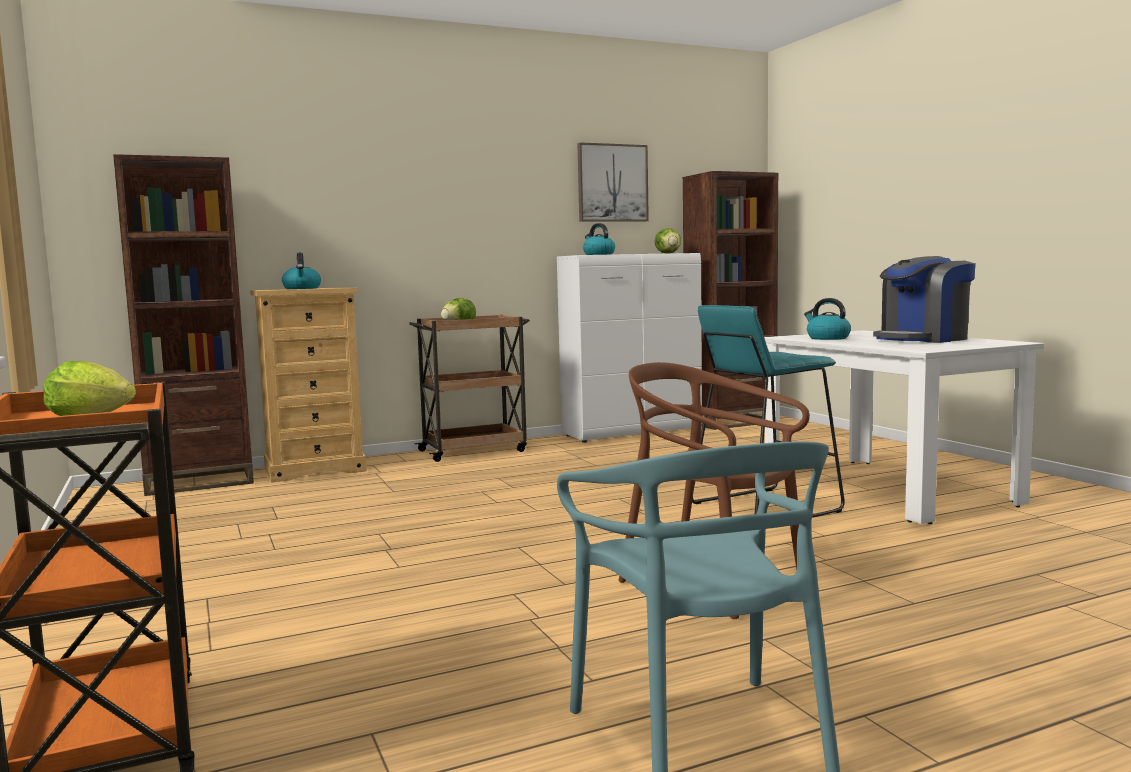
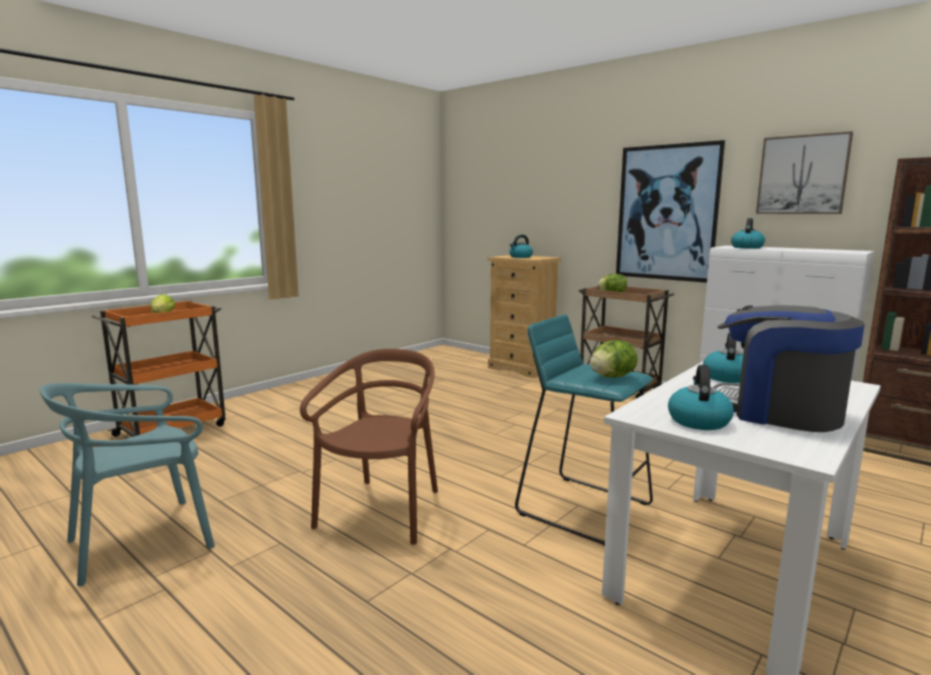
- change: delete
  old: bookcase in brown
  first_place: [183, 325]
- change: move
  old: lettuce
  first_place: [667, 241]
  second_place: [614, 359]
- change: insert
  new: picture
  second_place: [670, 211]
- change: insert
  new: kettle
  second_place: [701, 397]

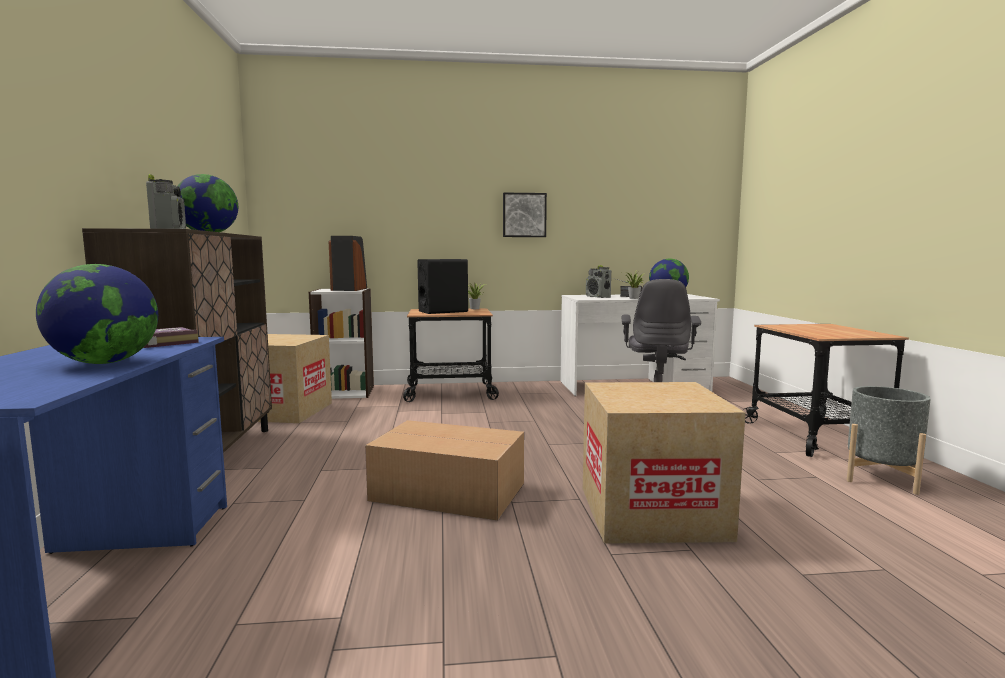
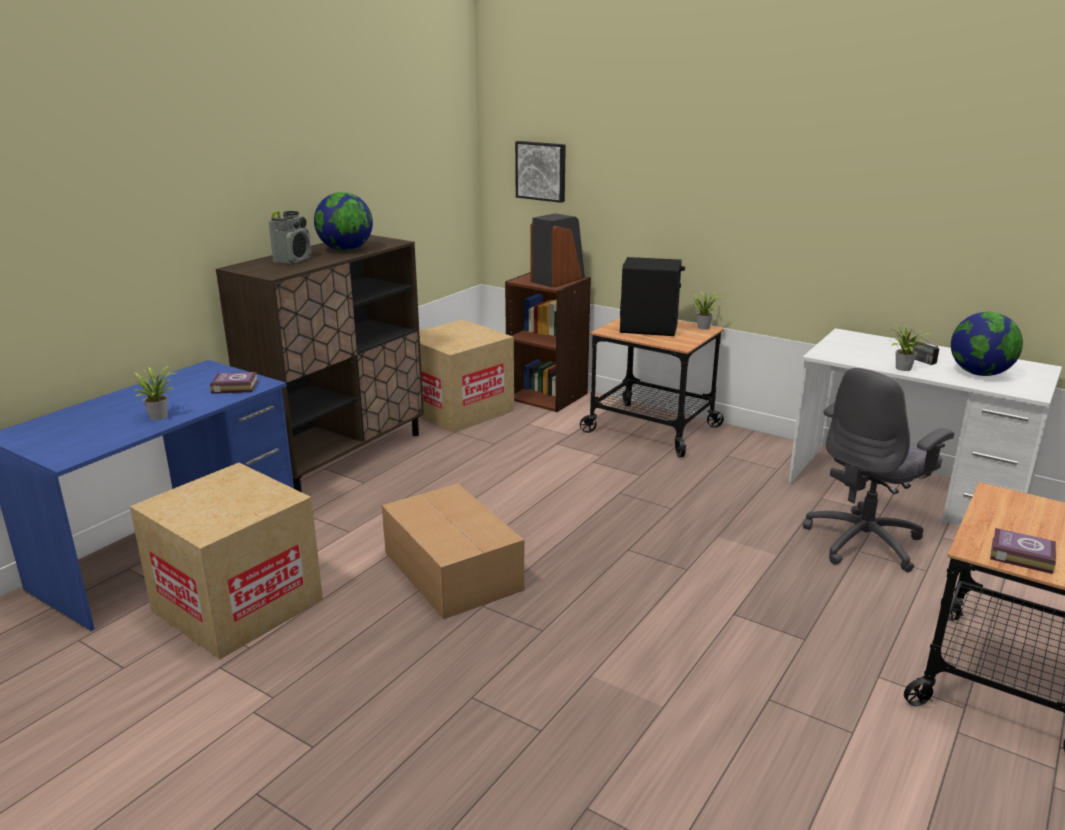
- change: replace
  old: globe
  new: potted plant
  first_place: [97, 314]
  second_place: [153, 393]
- change: recolor
  old: bookcase in white
  new: bookcase in brown
  first_place: [341, 343]
  second_place: [548, 342]
- change: move
  old: picture
  first_place: [525, 215]
  second_place: [540, 172]
- change: move
  old: cardboard box
  first_place: [664, 463]
  second_place: [226, 561]
- change: delete
  old: radio
  first_place: [598, 281]
- change: delete
  old: planter in grey
  first_place: [889, 440]
- change: insert
  new: book
  second_place: [1023, 551]

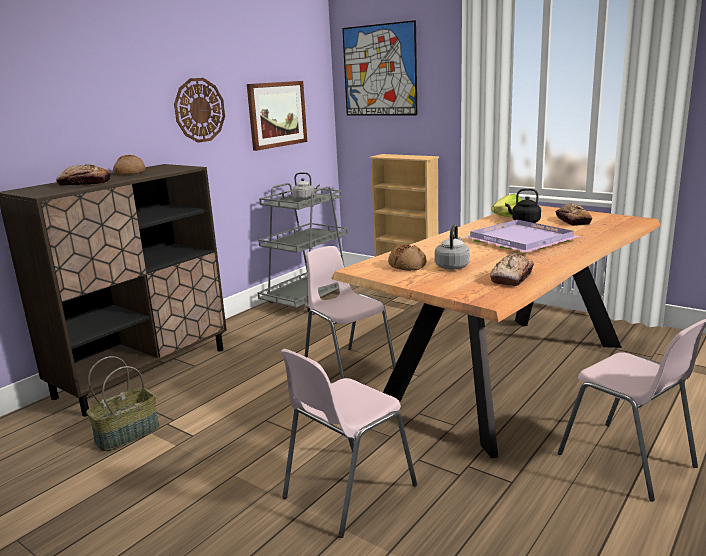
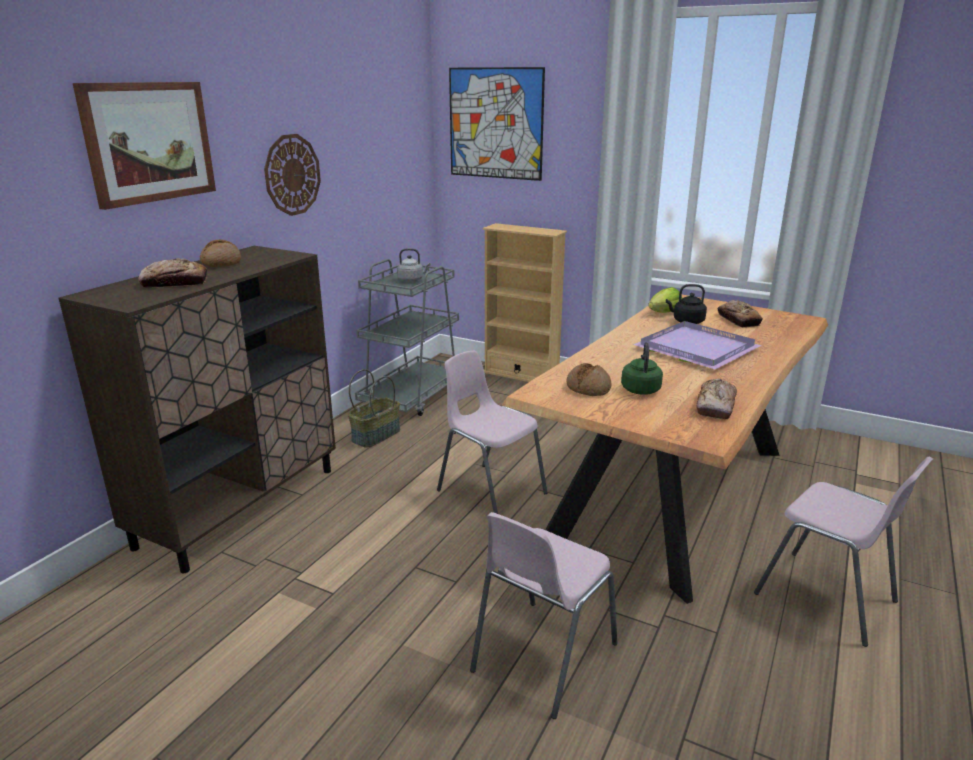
- change: move
  old: basket
  first_place: [123, 403]
  second_place: [374, 408]
- change: move
  old: picture
  first_place: [277, 116]
  second_place: [144, 146]
- change: recolor
  old: kettle in grey
  new: kettle in green
  first_place: [452, 247]
  second_place: [642, 368]

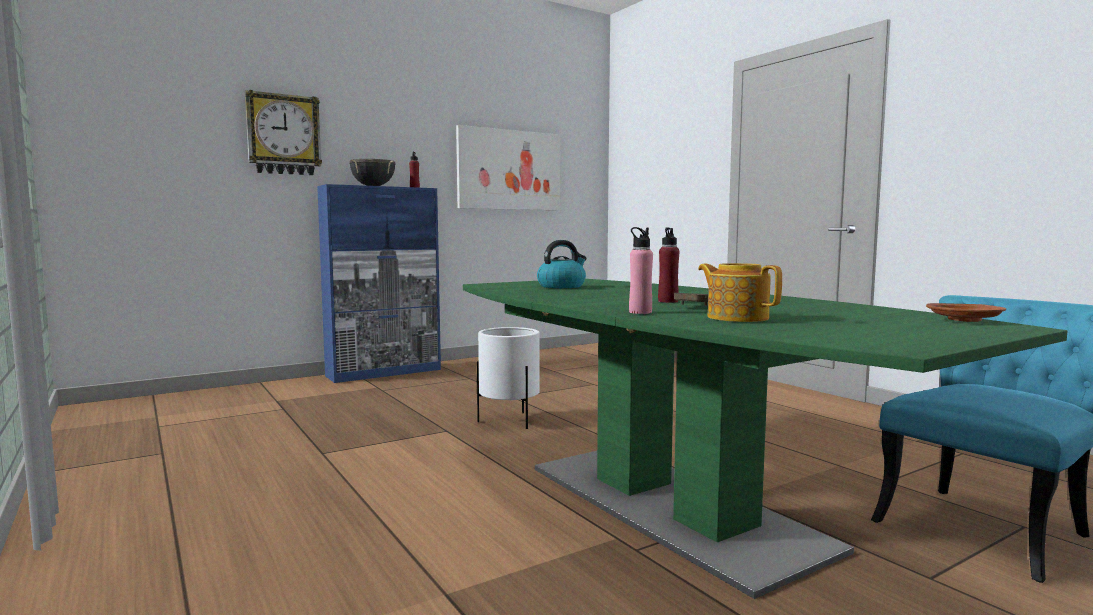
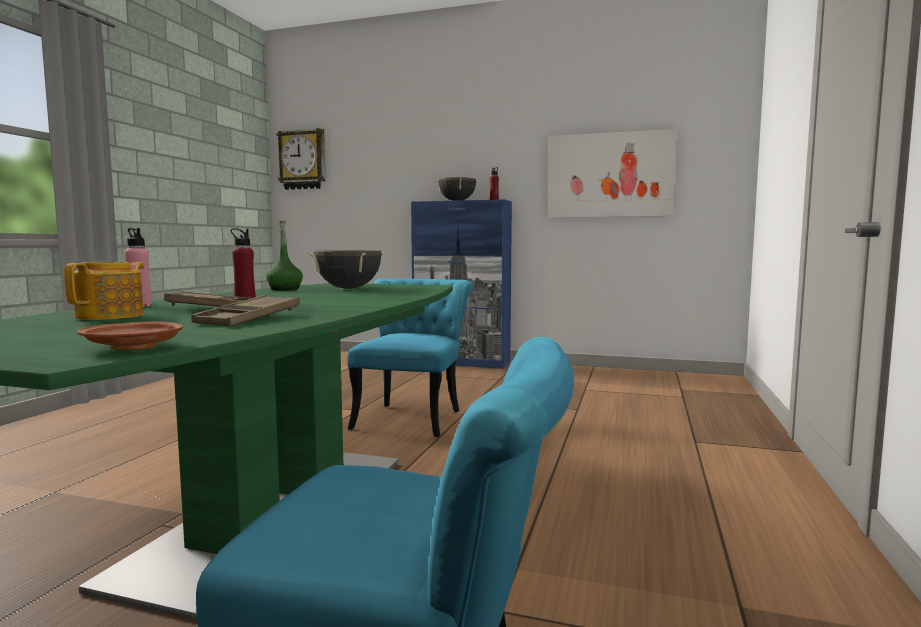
- change: move
  old: wall clock
  first_place: [283, 132]
  second_place: [301, 159]
- change: replace
  old: planter in white
  new: chair in turquoise
  first_place: [508, 378]
  second_place: [410, 358]
- change: replace
  old: kettle
  new: cooking pot in black
  first_place: [562, 264]
  second_place: [346, 269]
- change: insert
  new: tray in brown
  second_place: [245, 310]
- change: insert
  new: bottle in green
  second_place: [284, 255]

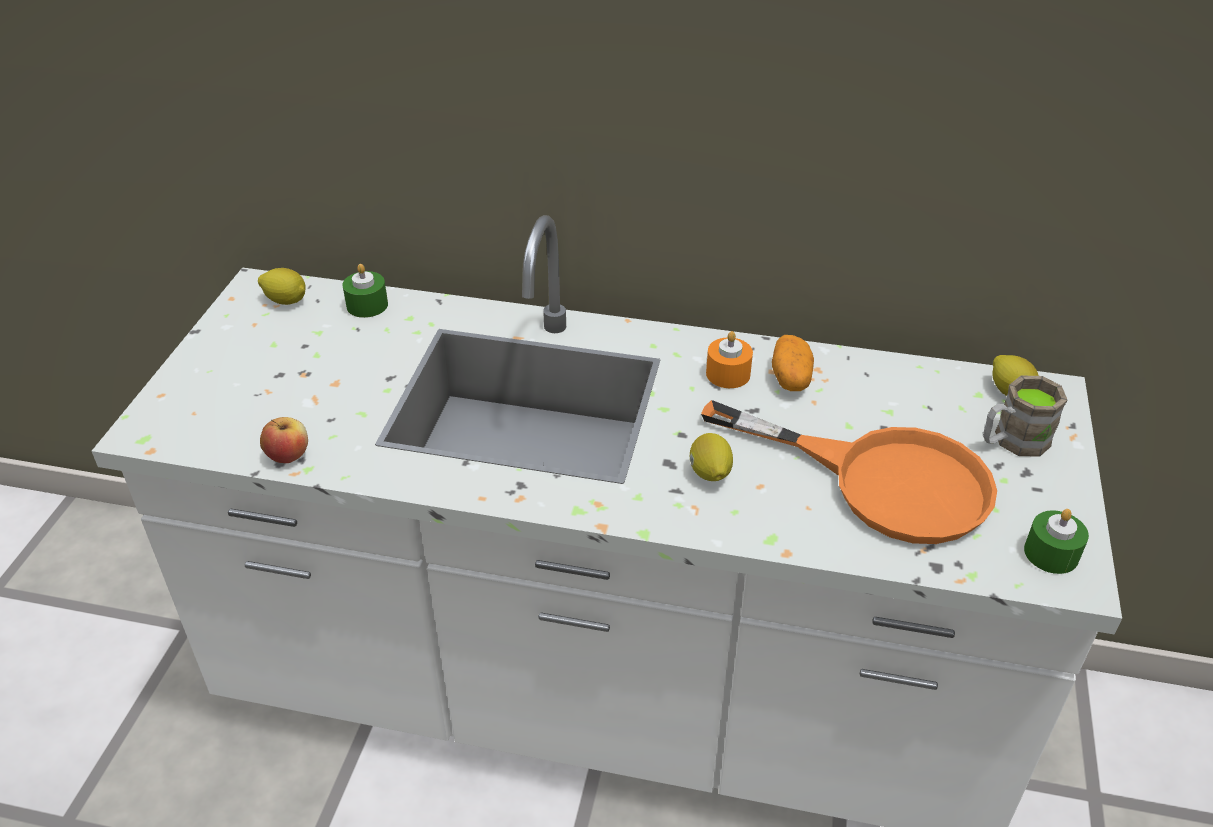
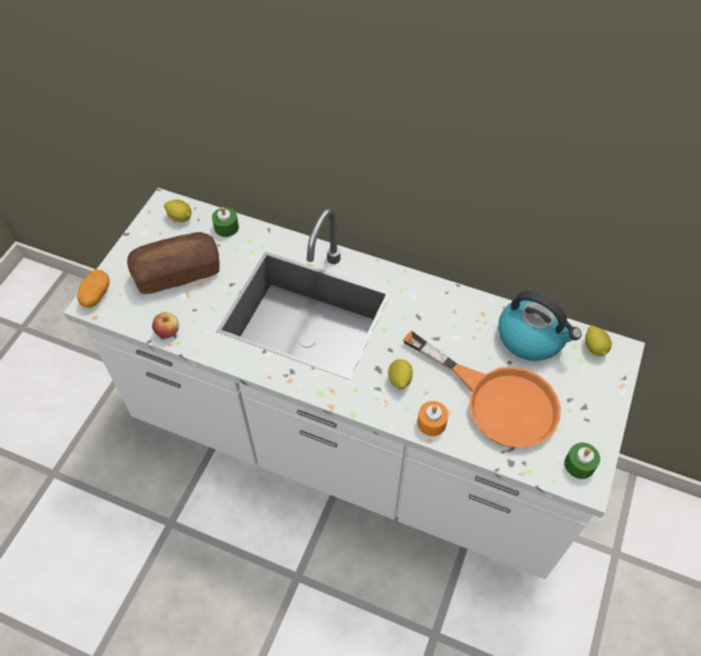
- change: move
  old: candle in orange
  first_place: [729, 359]
  second_place: [432, 418]
- change: move
  old: potato
  first_place: [793, 363]
  second_place: [93, 288]
- change: delete
  old: mug in brown
  first_place: [1025, 416]
- change: insert
  new: bread
  second_place: [173, 263]
- change: insert
  new: kettle
  second_place: [540, 326]

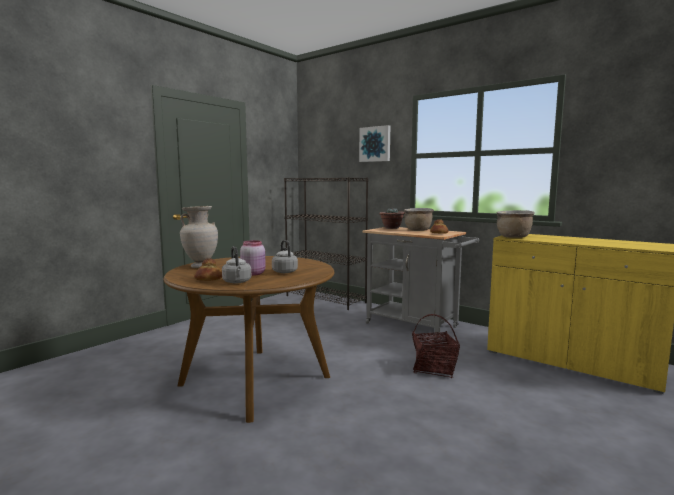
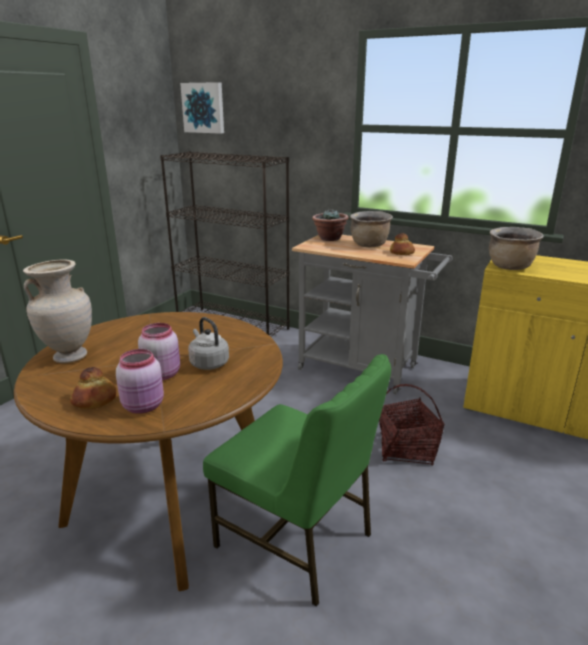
- change: replace
  old: kettle in grey
  new: jar in pink
  first_place: [236, 265]
  second_place: [140, 381]
- change: move
  old: picture
  first_place: [374, 143]
  second_place: [202, 108]
- change: insert
  new: chair in green
  second_place: [297, 480]

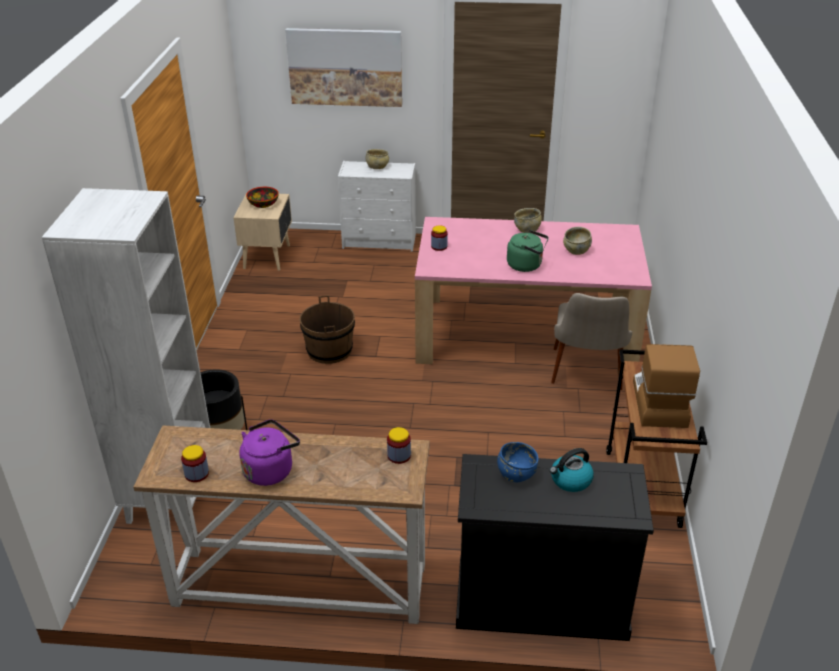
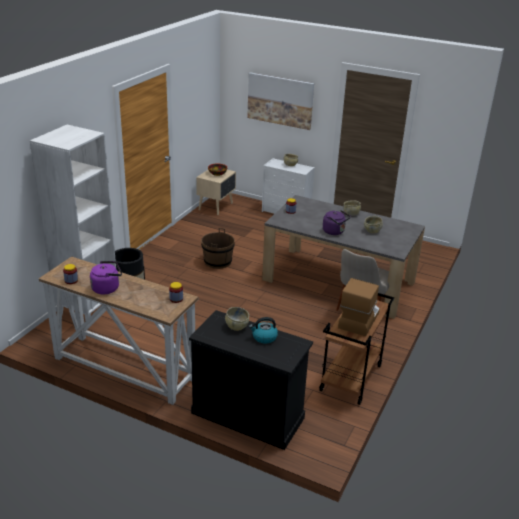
- change: recolor
  old: dining table in pink
  new: dining table in grey
  first_place: [533, 294]
  second_place: [343, 257]
- change: recolor
  old: bowl in blue
  new: bowl in beige
  first_place: [517, 462]
  second_place: [237, 319]
- change: recolor
  old: kettle in green
  new: kettle in purple
  first_place: [528, 251]
  second_place: [337, 222]

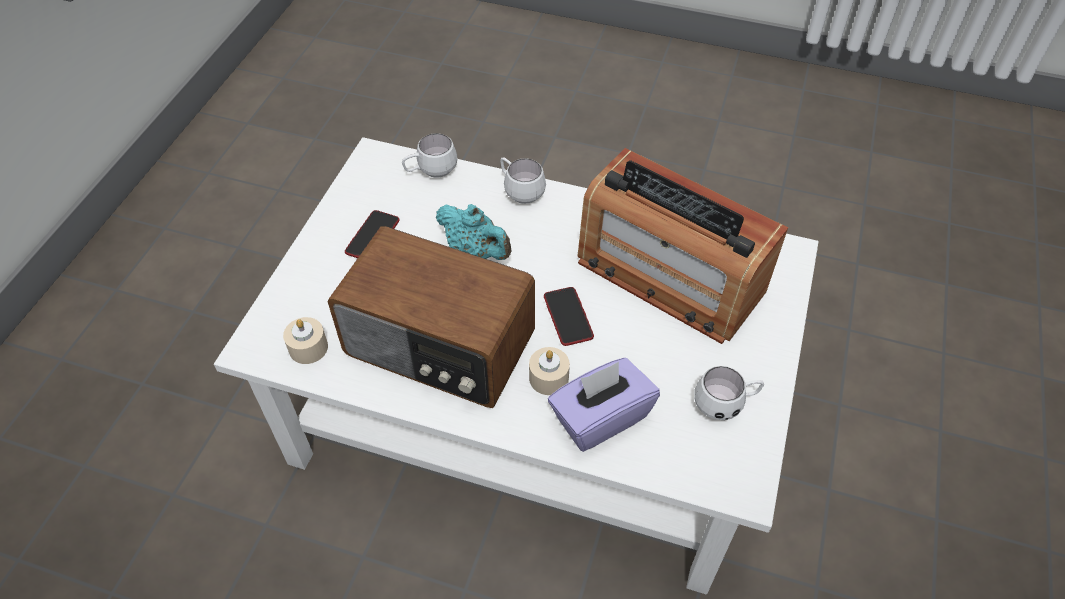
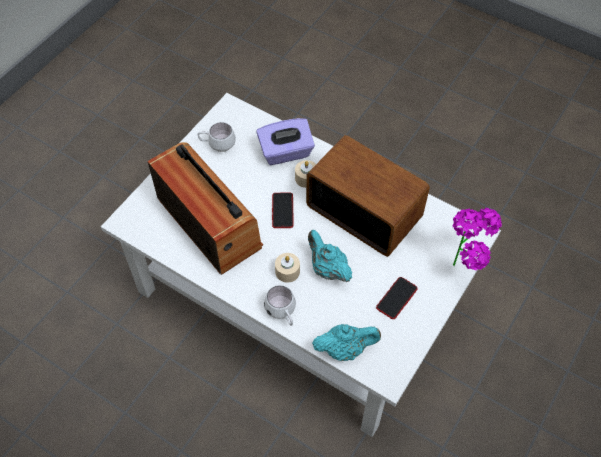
- change: move
  old: candle in beige
  first_place: [305, 340]
  second_place: [287, 268]
- change: replace
  old: mug in white
  new: teapot in turquoise
  first_place: [429, 155]
  second_place: [346, 342]
- change: insert
  new: potted plant
  second_place: [477, 239]

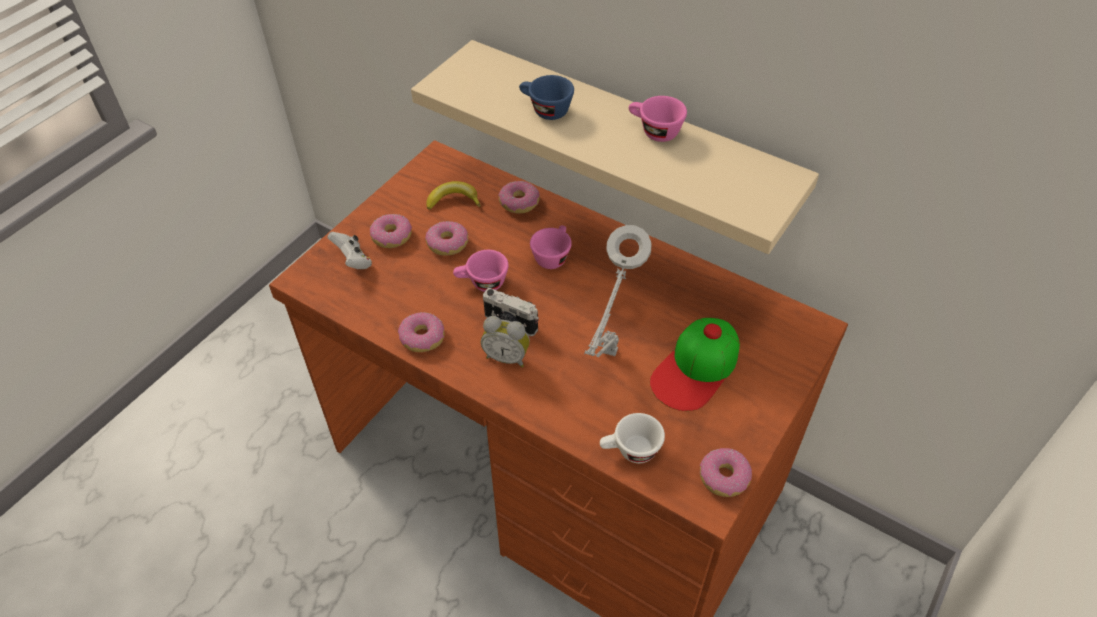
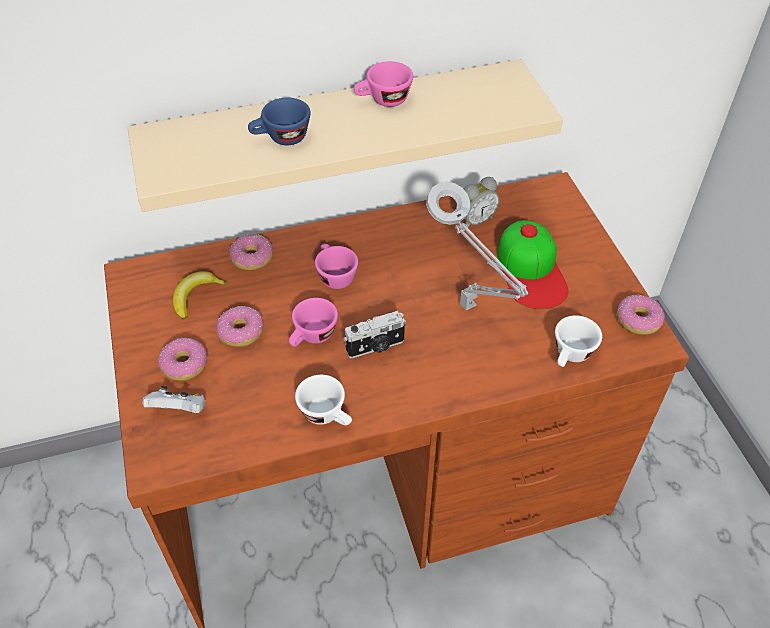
- change: replace
  old: donut
  new: cup in white
  first_place: [421, 332]
  second_place: [323, 400]
- change: move
  old: alarm clock
  first_place: [505, 341]
  second_place: [481, 202]

